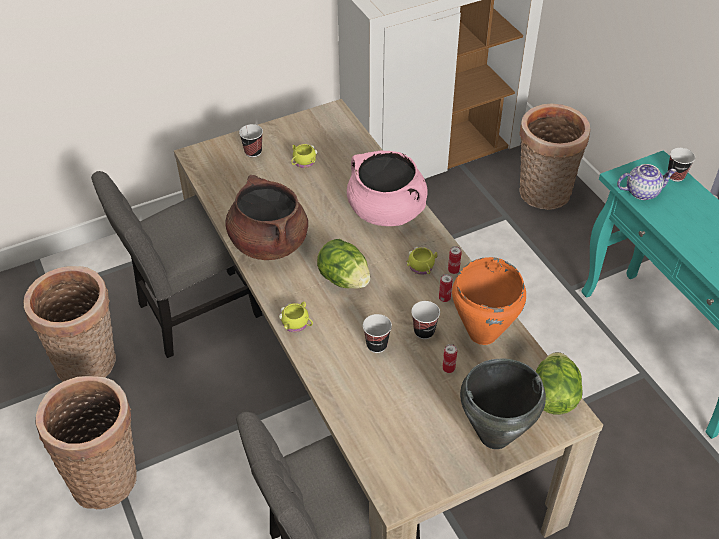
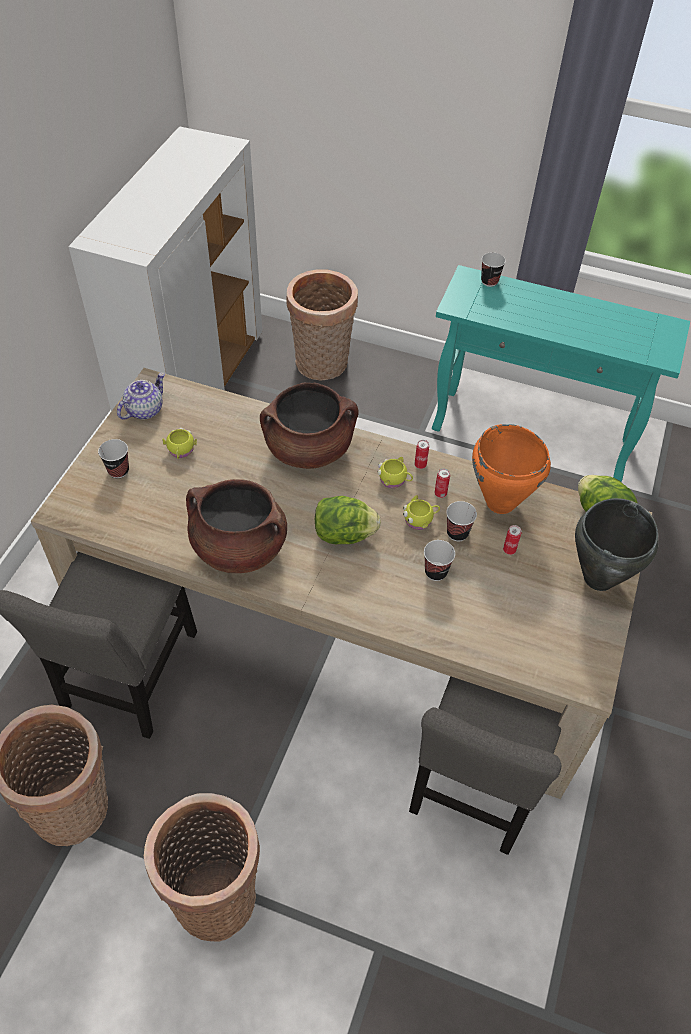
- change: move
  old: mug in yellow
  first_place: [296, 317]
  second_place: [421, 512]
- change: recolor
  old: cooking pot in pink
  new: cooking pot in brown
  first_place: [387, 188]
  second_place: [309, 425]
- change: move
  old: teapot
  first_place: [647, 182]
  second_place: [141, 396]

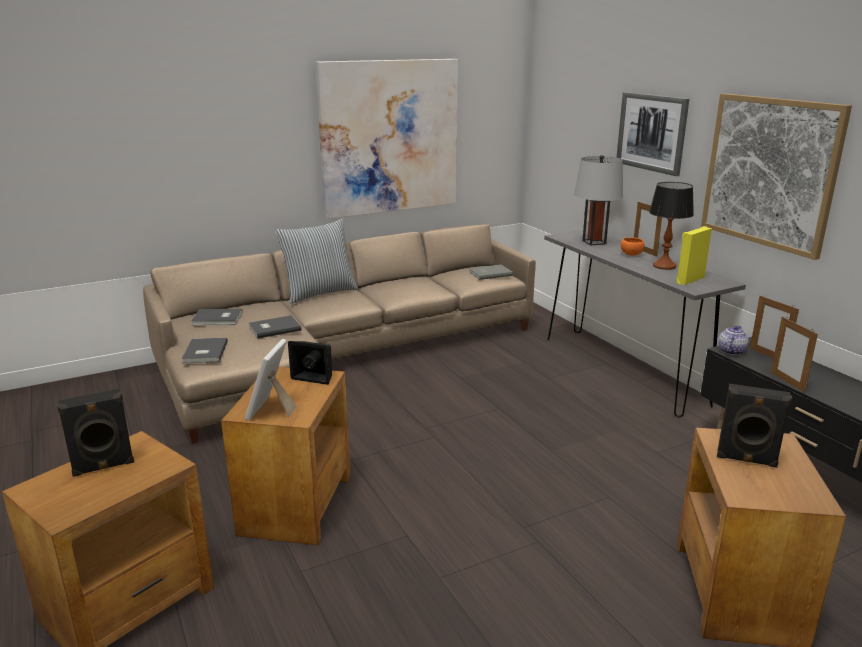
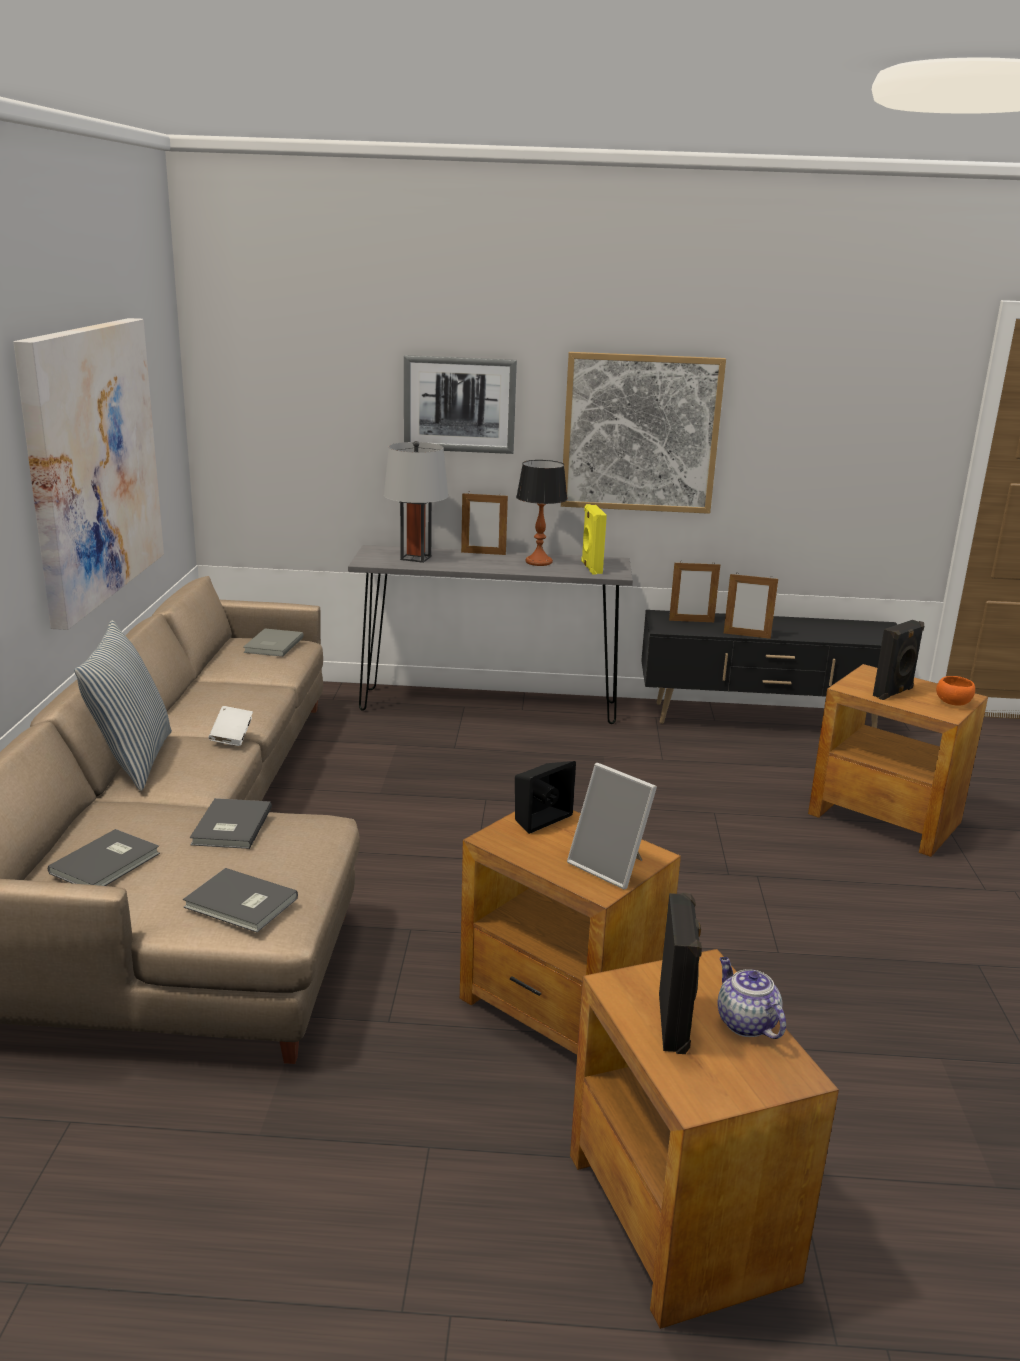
- change: move
  old: bowl in orange
  first_place: [632, 246]
  second_place: [955, 691]
- change: move
  old: teapot
  first_place: [733, 340]
  second_place: [751, 998]
- change: insert
  new: book in white
  second_place: [230, 726]

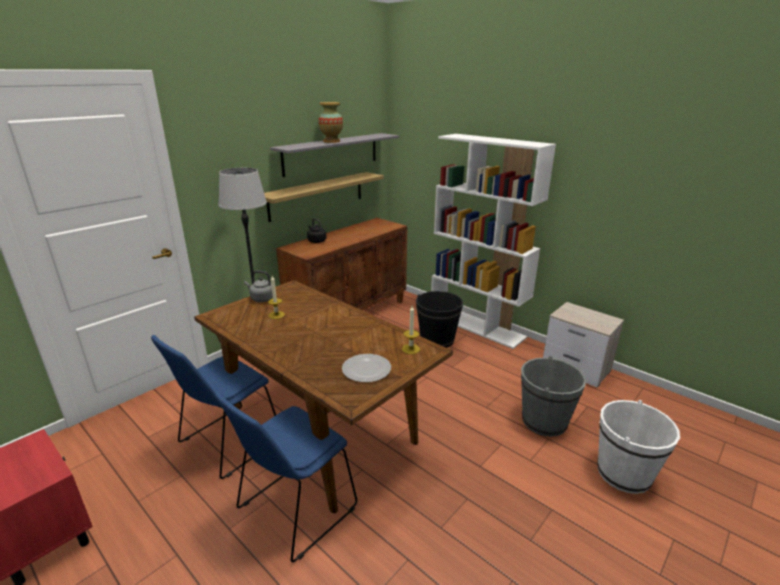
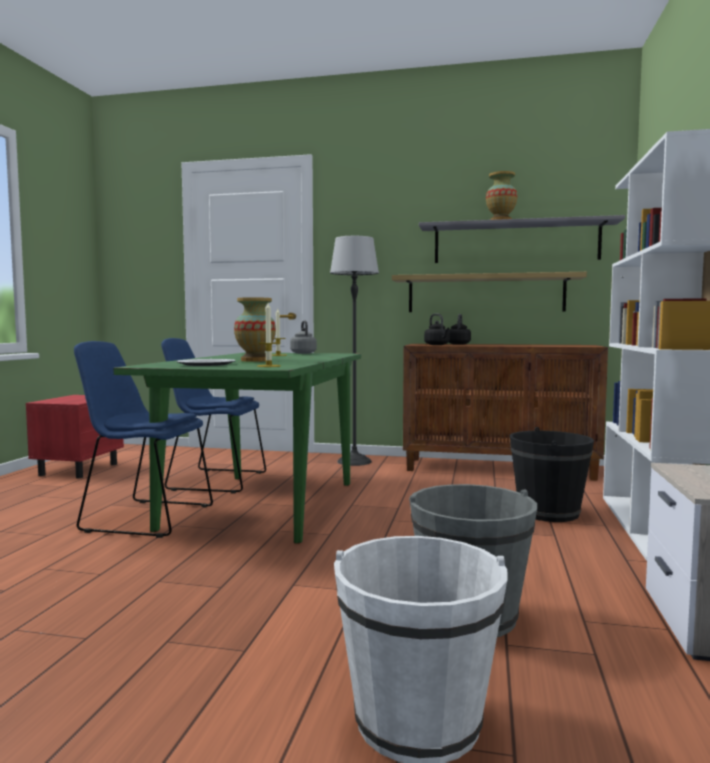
- change: recolor
  old: dining table in brown
  new: dining table in green
  first_place: [323, 396]
  second_place: [237, 448]
- change: insert
  new: vase
  second_place: [255, 329]
- change: insert
  new: kettle in black
  second_place: [437, 329]

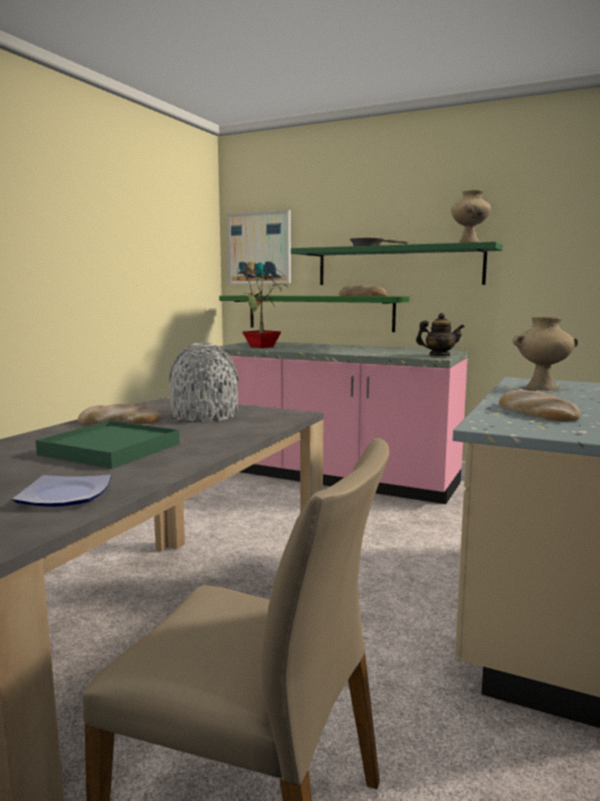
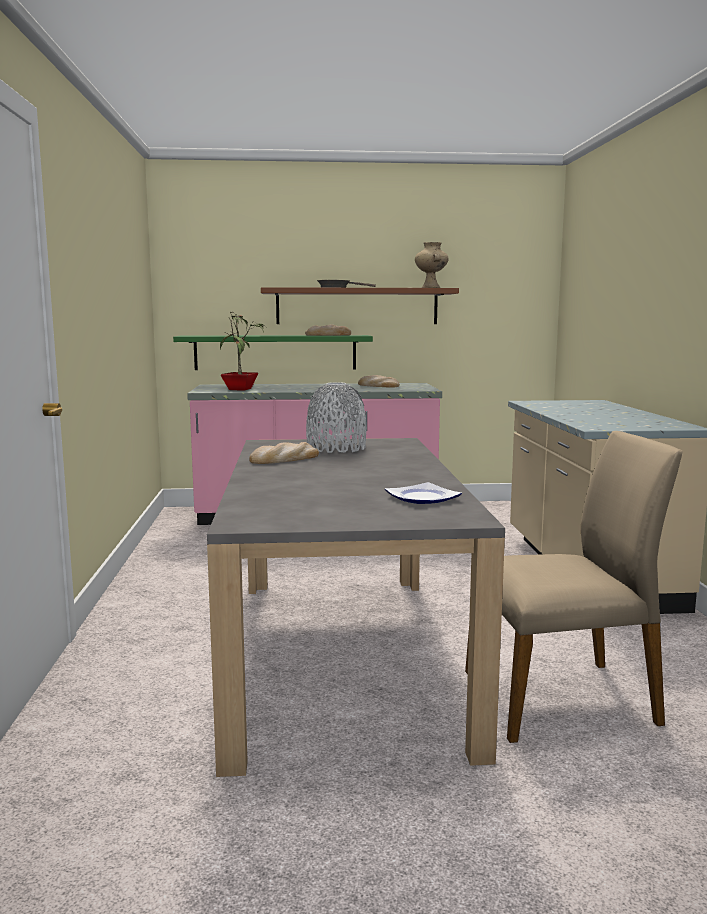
- change: delete
  old: tray in green
  first_place: [107, 445]
- change: delete
  old: picture
  first_place: [259, 247]
- change: recolor
  old: shelf in green
  new: shelf in brown
  first_place: [397, 263]
  second_place: [360, 305]
- change: delete
  old: teapot
  first_place: [440, 334]
- change: move
  old: bread
  first_place: [540, 405]
  second_place: [379, 381]
- change: delete
  old: vase in beige
  first_place: [545, 354]

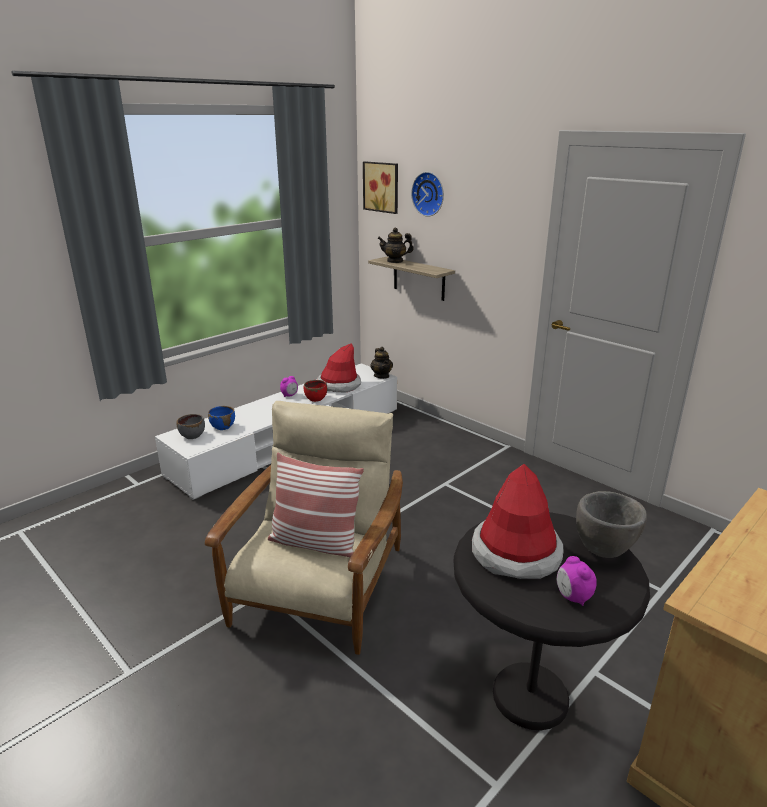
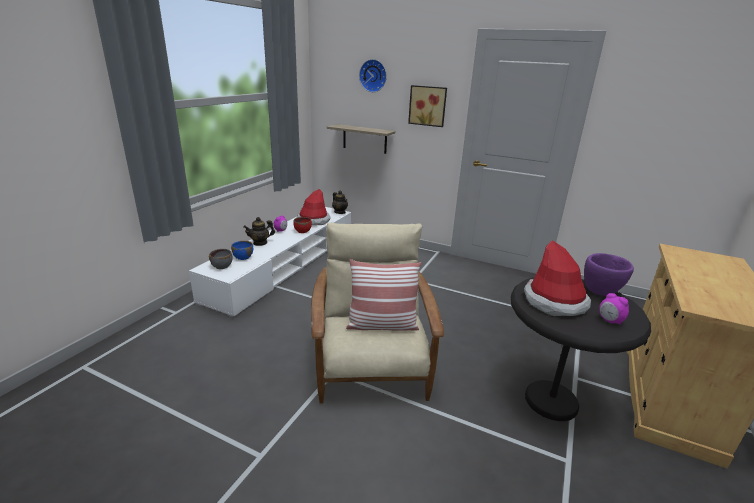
- change: move
  old: picture
  first_place: [380, 187]
  second_place: [427, 106]
- change: move
  old: teapot
  first_place: [395, 245]
  second_place: [259, 231]
- change: recolor
  old: bowl in grey
  new: bowl in purple
  first_place: [611, 524]
  second_place: [609, 274]

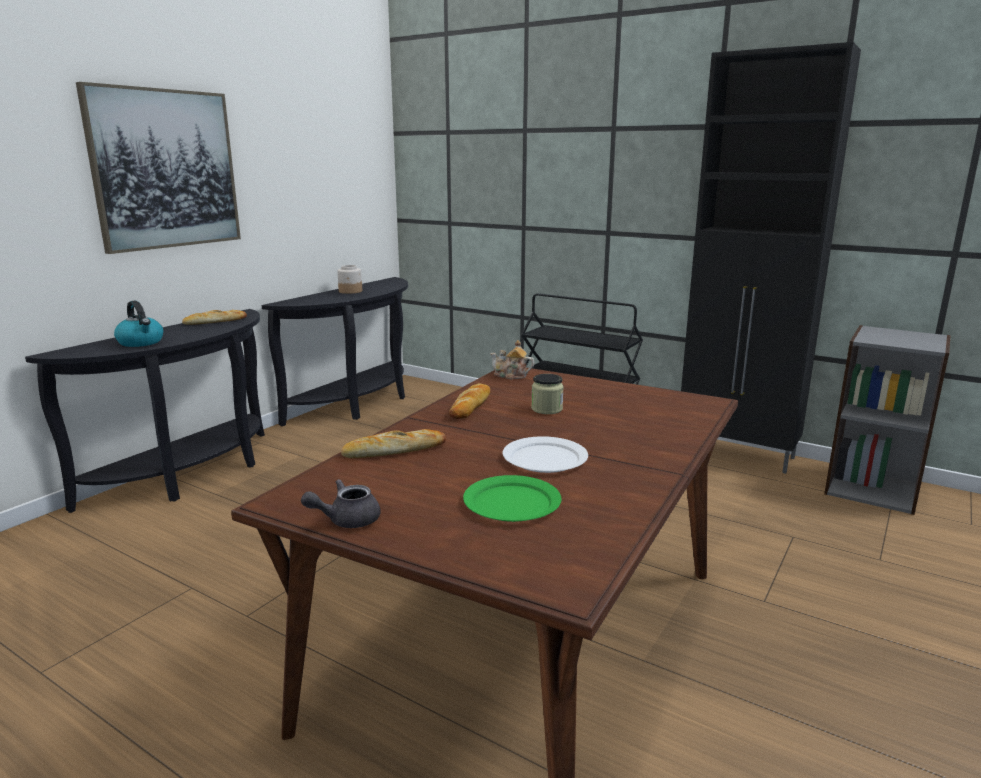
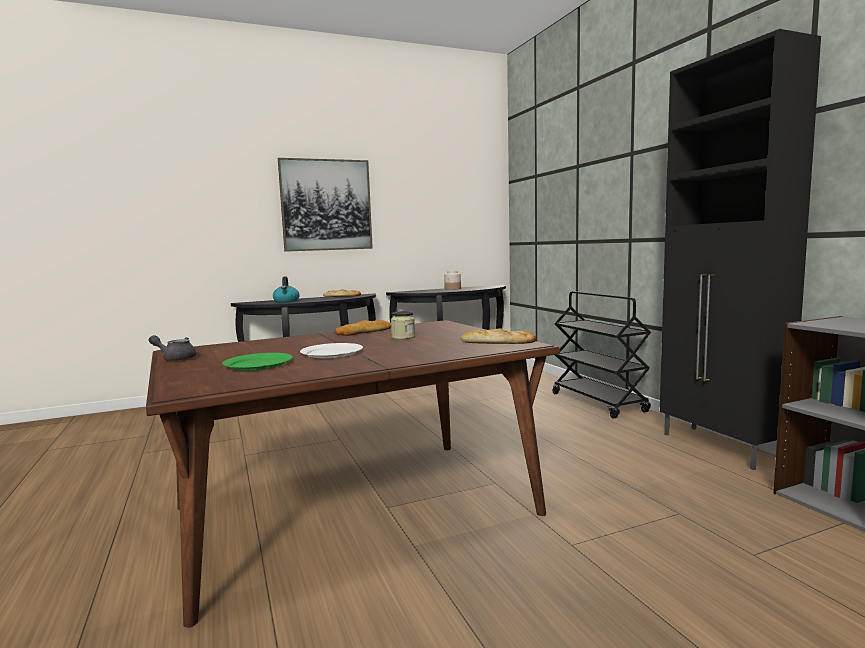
- change: move
  old: bread
  first_place: [393, 443]
  second_place: [498, 336]
- change: delete
  old: teapot
  first_place: [512, 359]

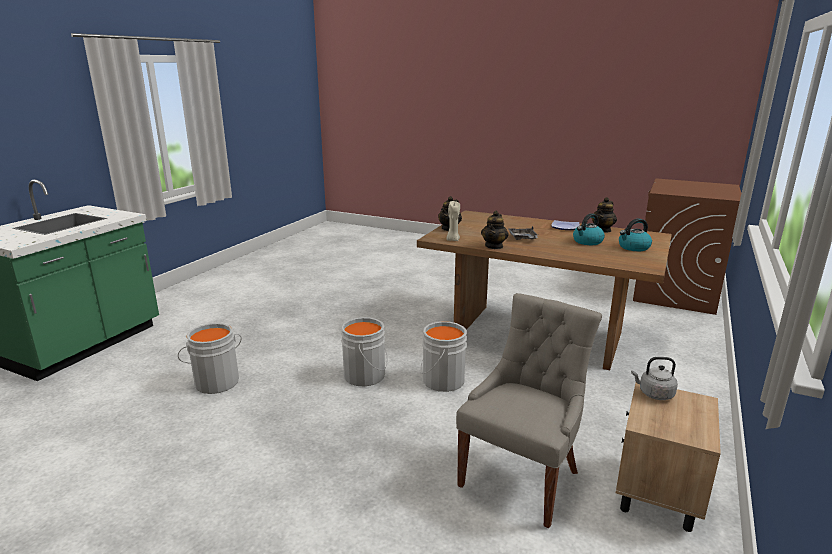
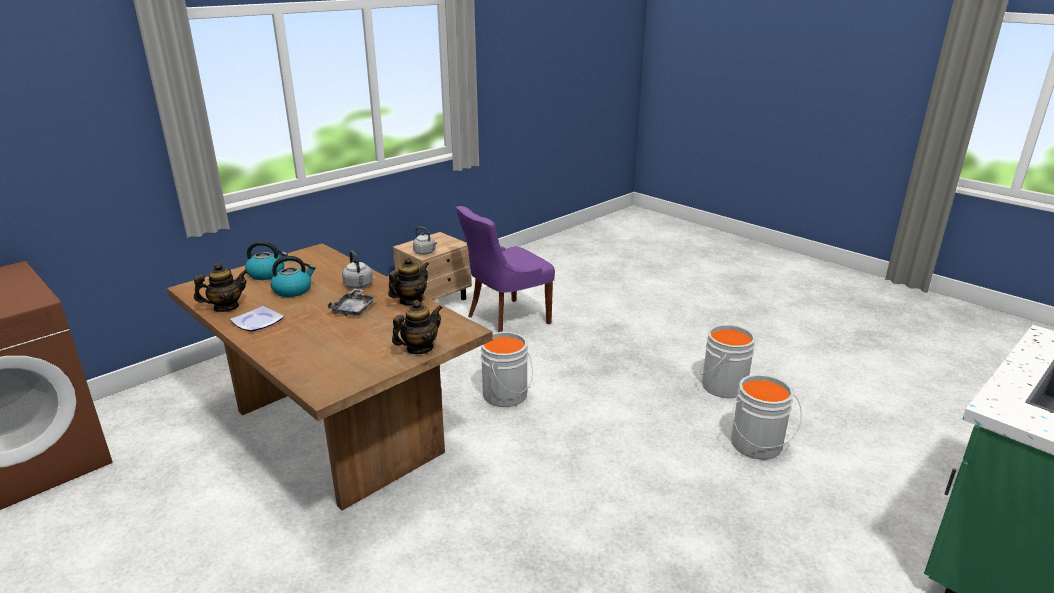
- change: move
  old: bucket in grey
  first_place: [364, 351]
  second_place: [728, 361]
- change: delete
  old: candle in beige
  first_place: [453, 221]
- change: recolor
  old: chair in grey
  new: chair in purple
  first_place: [529, 410]
  second_place: [505, 269]
- change: insert
  new: kettle in grey
  second_place: [357, 269]

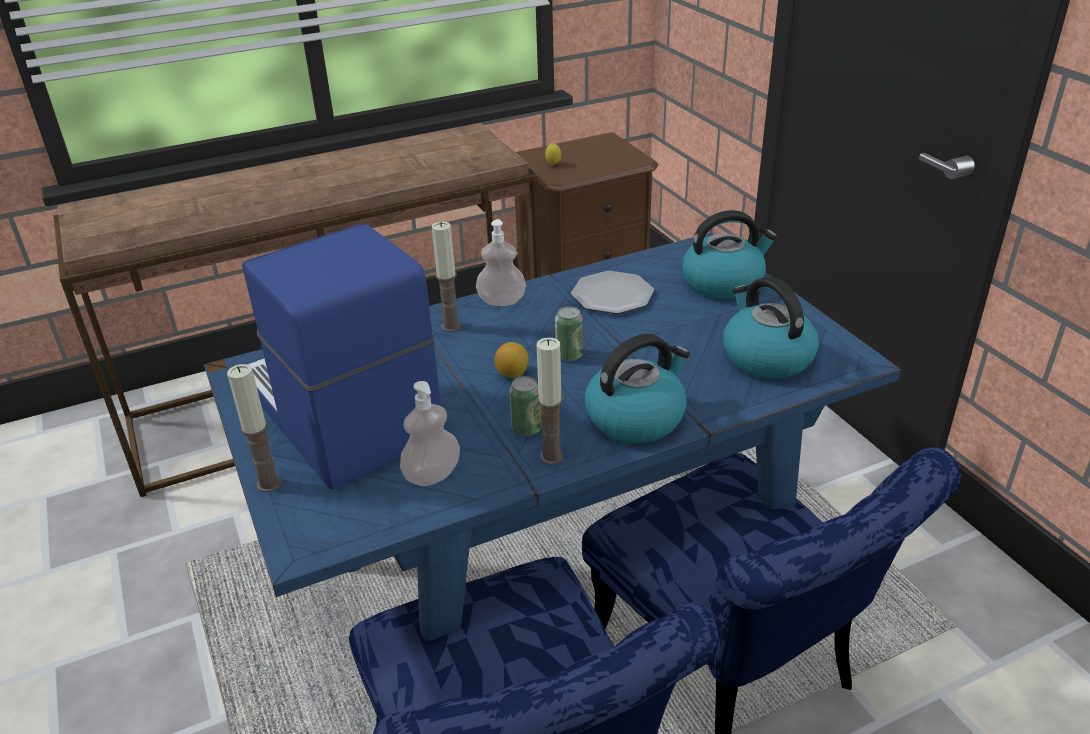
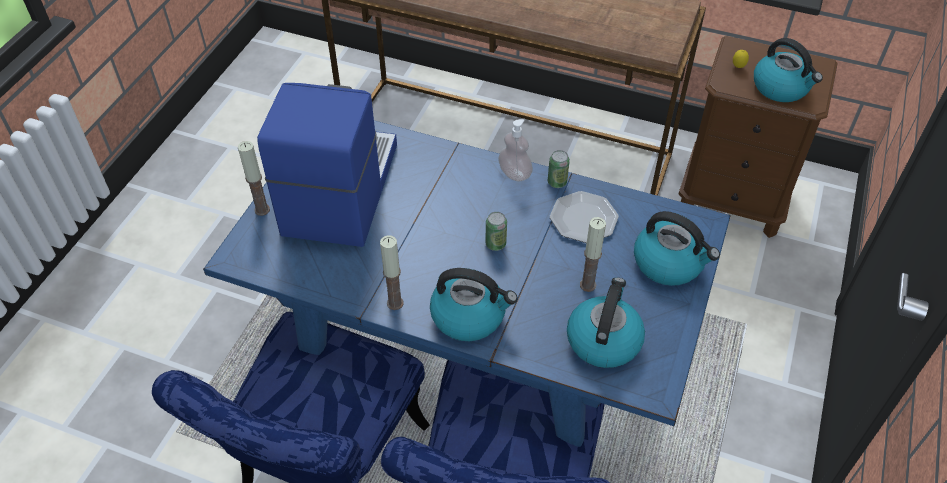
- change: delete
  old: soap dispenser
  first_place: [430, 433]
- change: move
  old: candle
  first_place: [446, 277]
  second_place: [593, 254]
- change: delete
  old: lemon
  first_place: [511, 360]
- change: move
  old: can
  first_place: [525, 406]
  second_place: [559, 169]
- change: insert
  new: kettle
  second_place: [788, 70]

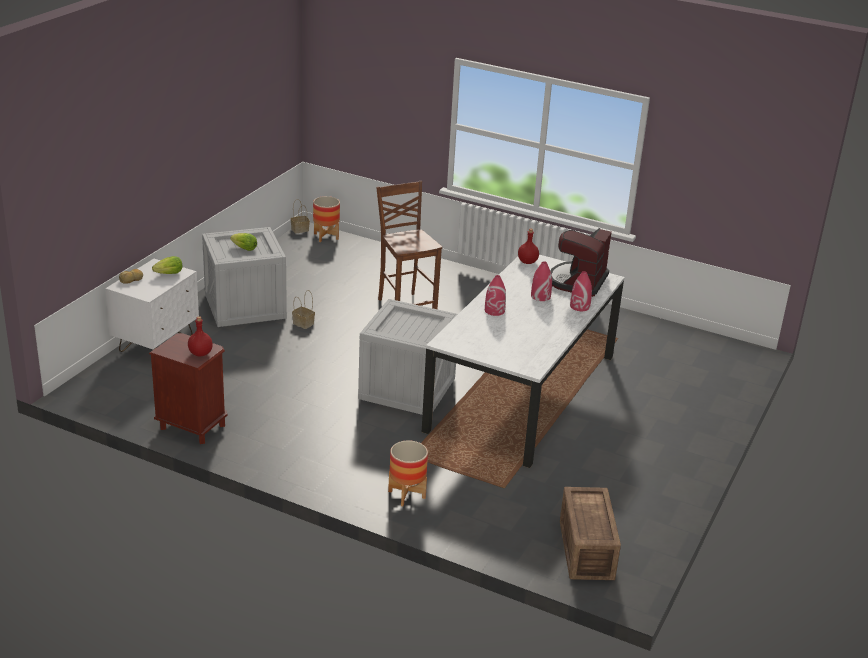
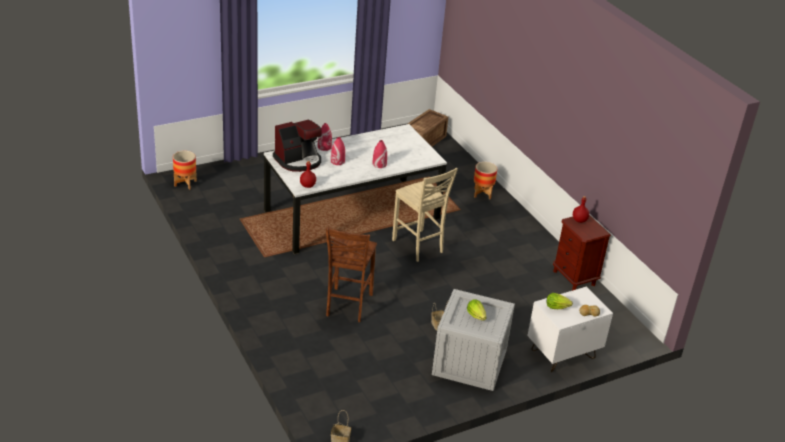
- change: move
  old: planter
  first_place: [326, 219]
  second_place: [185, 170]
- change: replace
  old: crate
  new: chair in beige
  first_place: [408, 357]
  second_place: [425, 215]

